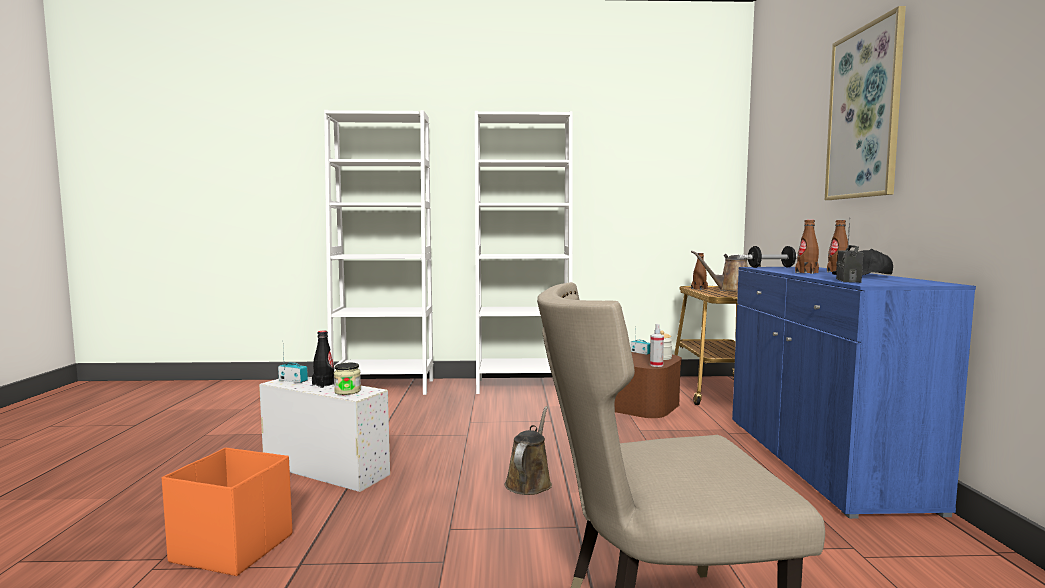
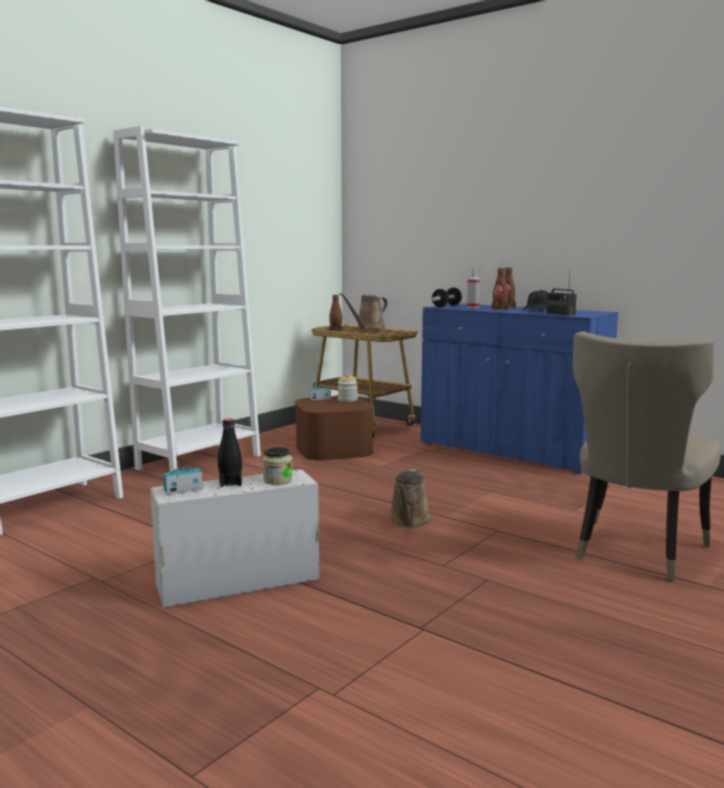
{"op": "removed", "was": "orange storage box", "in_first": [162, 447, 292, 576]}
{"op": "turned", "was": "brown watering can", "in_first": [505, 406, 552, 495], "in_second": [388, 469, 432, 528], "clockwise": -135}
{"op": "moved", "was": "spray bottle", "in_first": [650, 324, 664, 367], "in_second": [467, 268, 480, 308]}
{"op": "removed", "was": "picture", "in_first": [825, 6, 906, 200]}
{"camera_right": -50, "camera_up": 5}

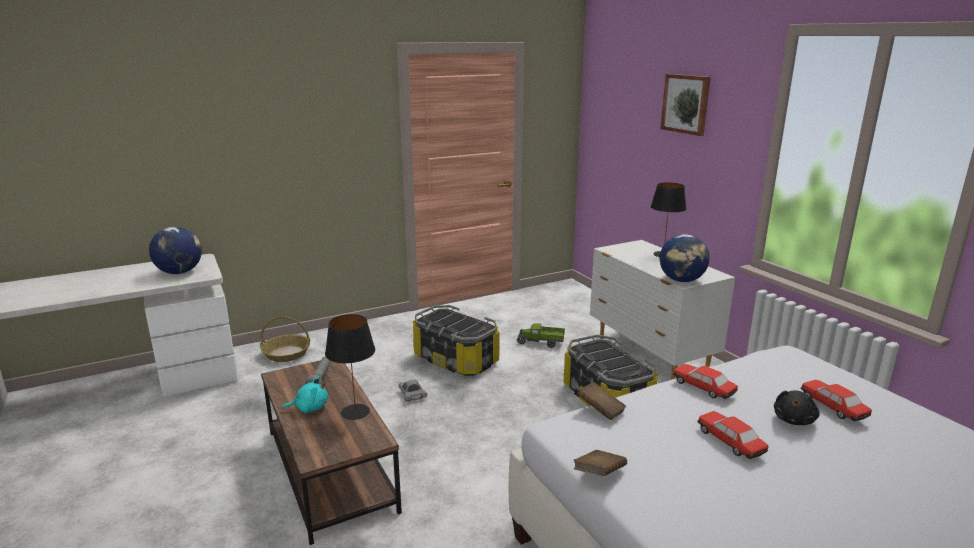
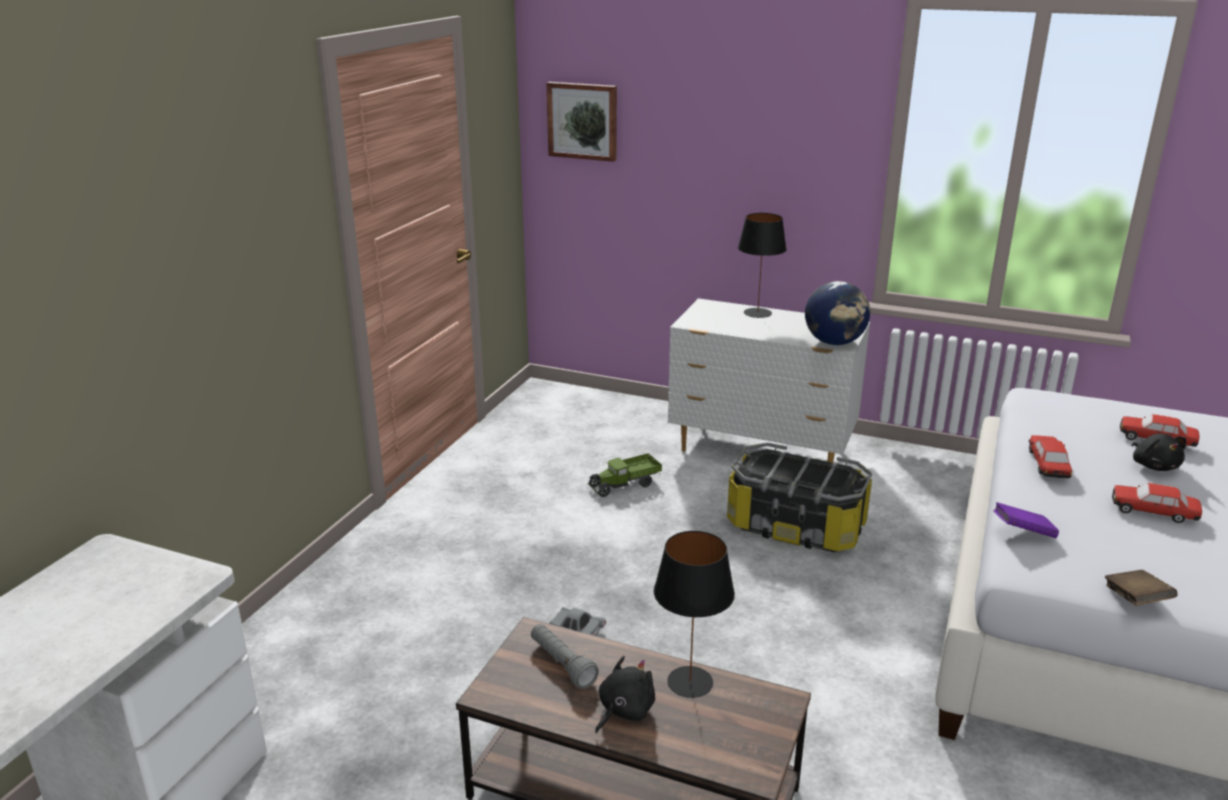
{"op": "removed", "was": "globe", "in_first": [149, 227, 202, 274]}
{"op": "removed", "was": "basket", "in_first": [260, 316, 310, 362]}
{"op": "recoloured", "was": "turquoise plush toy", "now": "black plush toy", "in_first": [282, 377, 328, 413], "in_second": [595, 656, 655, 733]}
{"op": "removed", "was": "storage box", "in_first": [413, 305, 500, 376]}
{"op": "recoloured", "was": "brown book", "now": "purple book", "in_first": [577, 382, 627, 420], "in_second": [993, 502, 1059, 538]}
{"op": "moved", "was": "picture", "in_first": [661, 74, 711, 136], "in_second": [546, 82, 617, 162]}
{"op": "turned", "was": "toy car", "in_first": [673, 364, 738, 399], "in_second": [1029, 435, 1072, 478], "clockwise": 90}
{"camera_right": -40, "camera_up": 5}

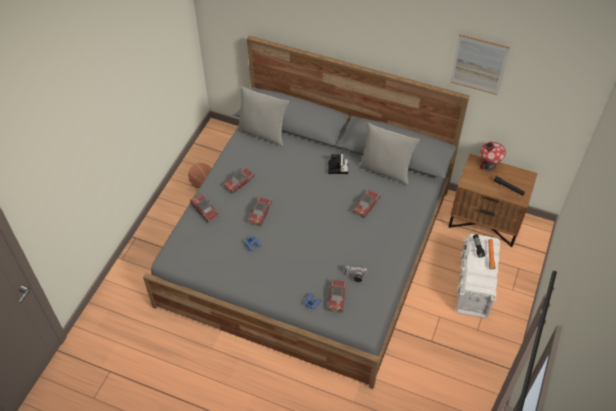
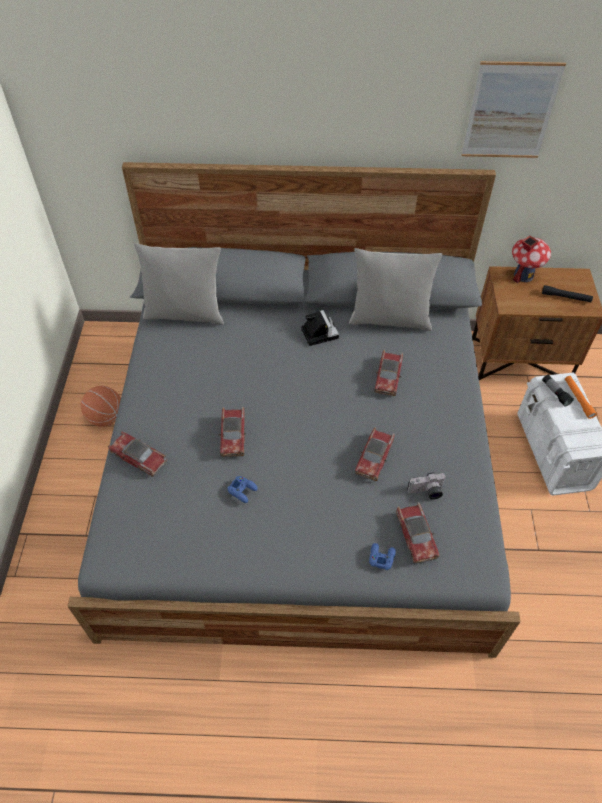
{"op": "moved", "was": "toy car", "in_first": [223, 167, 255, 194], "in_second": [355, 427, 395, 481]}
{"camera_right": -20, "camera_up": 0}

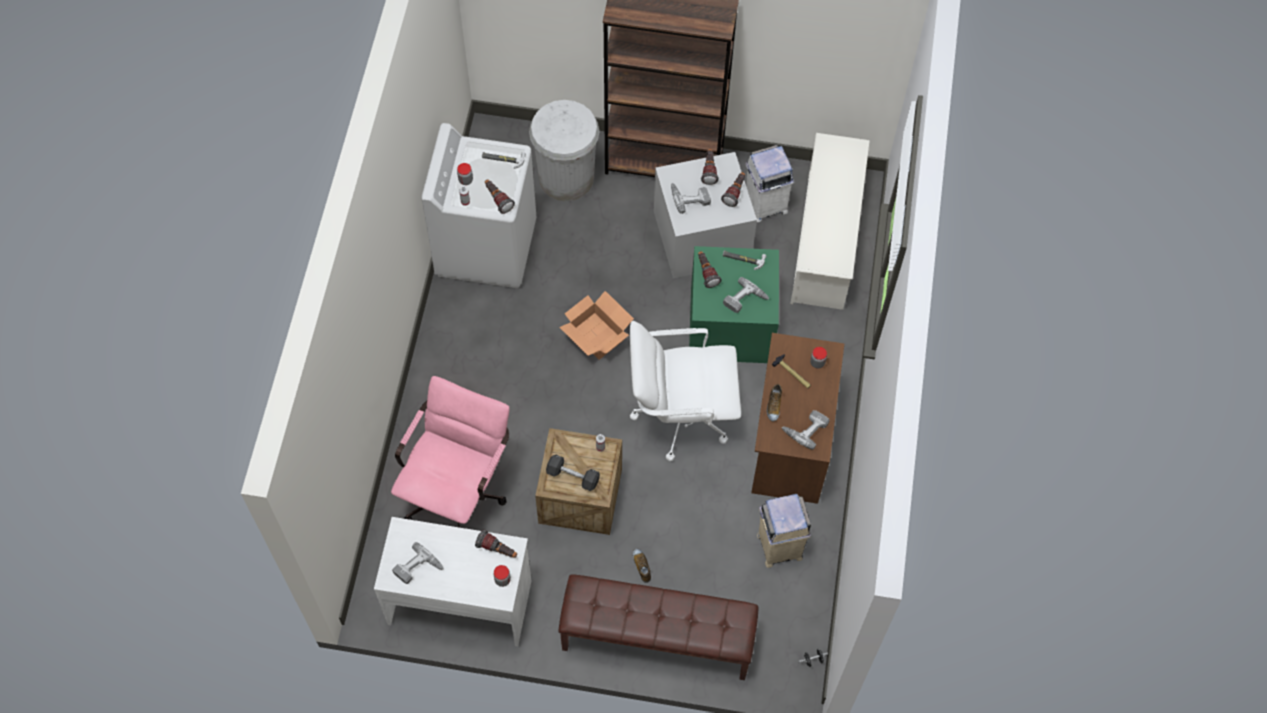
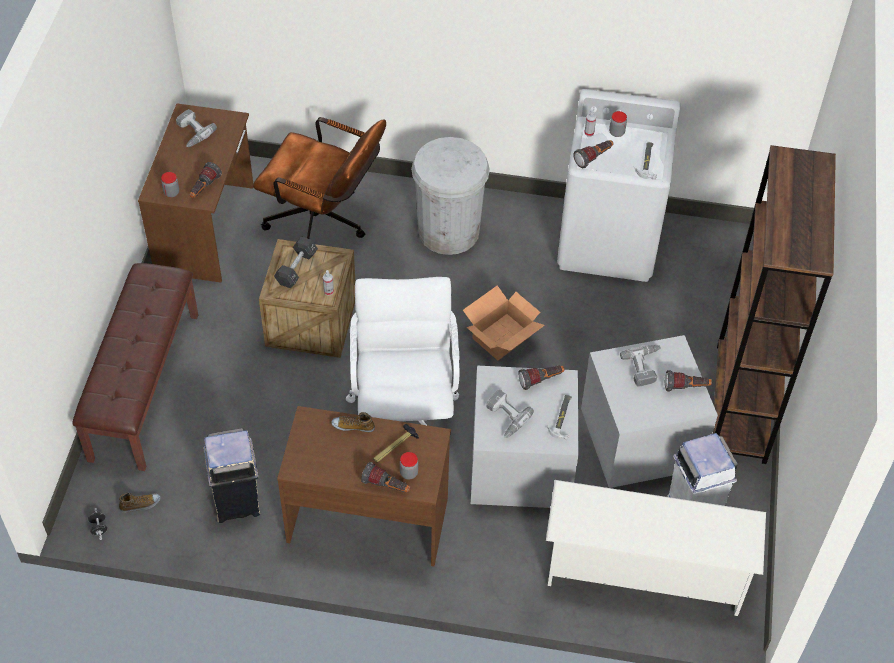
{"op": "recoloured", "was": "white desk", "now": "brown desk", "in_first": [374, 517, 531, 646], "in_second": [138, 104, 253, 283]}
{"op": "recoloured", "was": "pink office chair", "now": "brown office chair", "in_first": [391, 376, 510, 528], "in_second": [253, 117, 386, 239]}
{"op": "moved", "was": "white trash can", "in_first": [529, 100, 600, 201], "in_second": [411, 137, 490, 255]}
{"op": "moved", "was": "shoe", "in_first": [633, 549, 651, 583], "in_second": [119, 493, 161, 513]}
{"op": "recoloured", "was": "green storage box", "now": "grey storage box", "in_first": [689, 246, 779, 363], "in_second": [471, 366, 578, 508]}
{"op": "moved", "was": "flashlight", "in_first": [721, 172, 745, 207], "in_second": [361, 462, 410, 492]}
{"op": "removed", "was": "power drill", "in_first": [782, 410, 830, 450]}
{"camera_right": 90, "camera_up": -10}

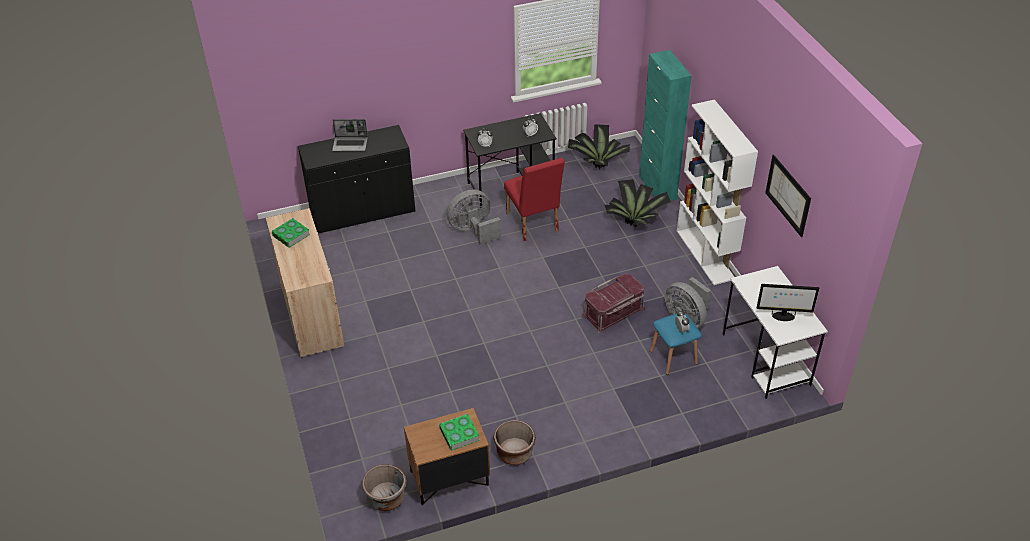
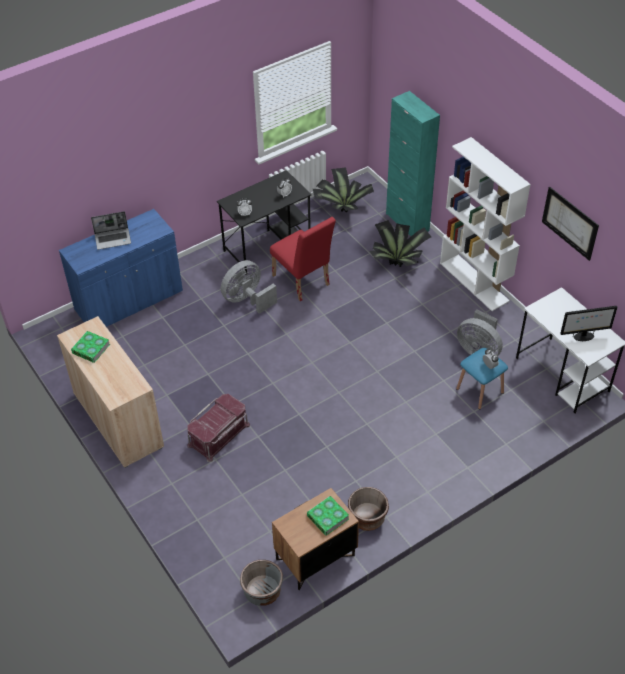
{"op": "recoloured", "was": "black cabinet", "now": "blue cabinet", "in_first": [298, 125, 415, 234], "in_second": [59, 209, 183, 327]}
{"op": "moved", "was": "red storage box", "in_first": [582, 274, 645, 334], "in_second": [187, 394, 250, 462]}
{"camera_right": -15, "camera_up": 5}

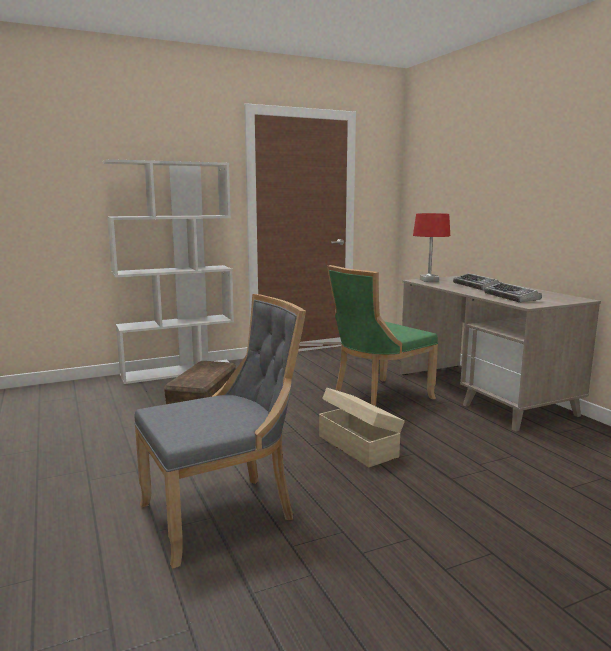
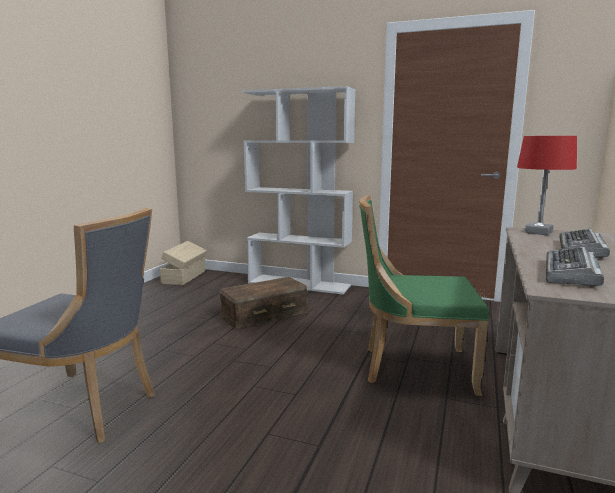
{"op": "moved", "was": "beige storage box", "in_first": [319, 388, 405, 467], "in_second": [160, 241, 207, 285]}
{"camera_right": 45, "camera_up": 0}

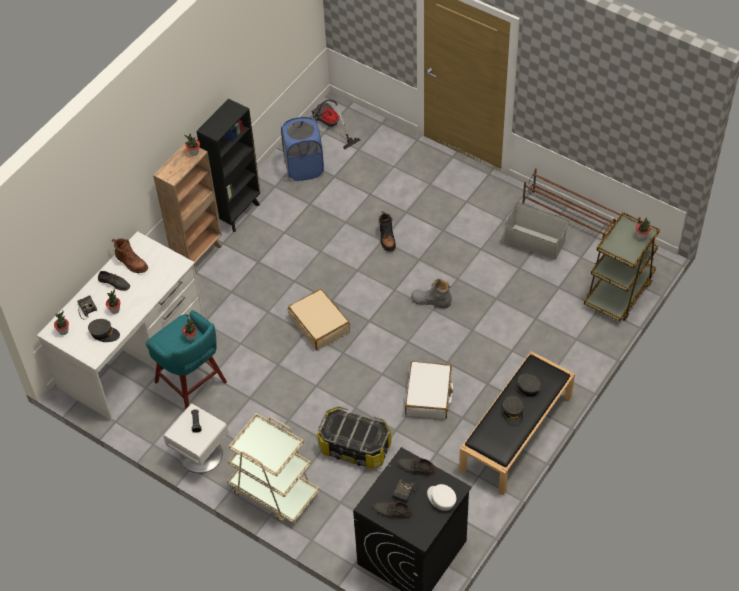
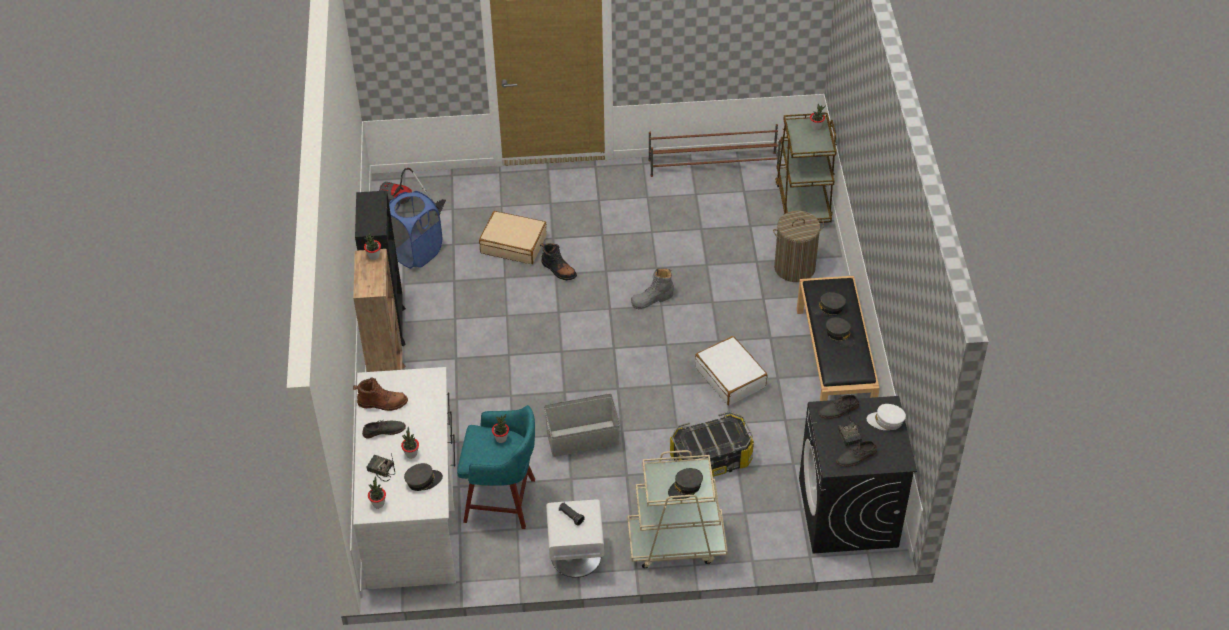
{"op": "moved", "was": "beige suitcase", "in_first": [288, 289, 350, 350], "in_second": [479, 211, 547, 264]}
{"op": "moved", "was": "grey storage box", "in_first": [504, 202, 569, 260], "in_second": [544, 393, 620, 457]}
{"op": "added", "now": "grey cap", "in_second": [668, 468, 703, 499]}
{"op": "added", "now": "laundry basket", "in_second": [773, 211, 824, 282]}
{"camera_right": -40, "camera_up": -5}

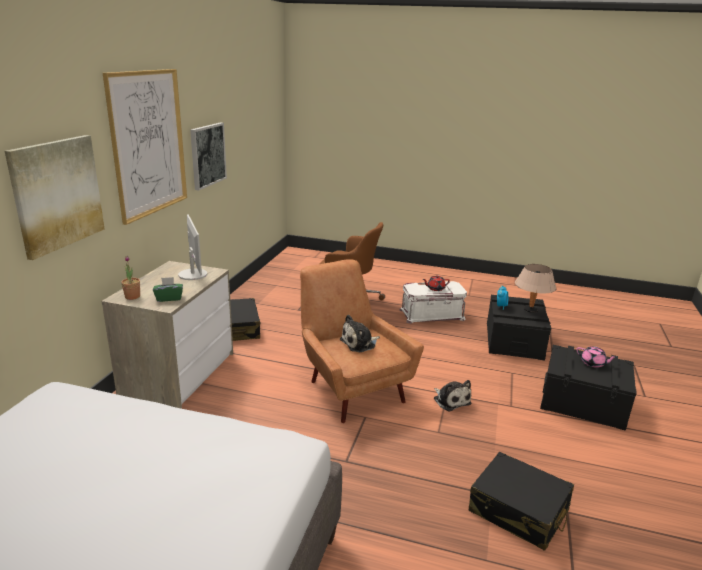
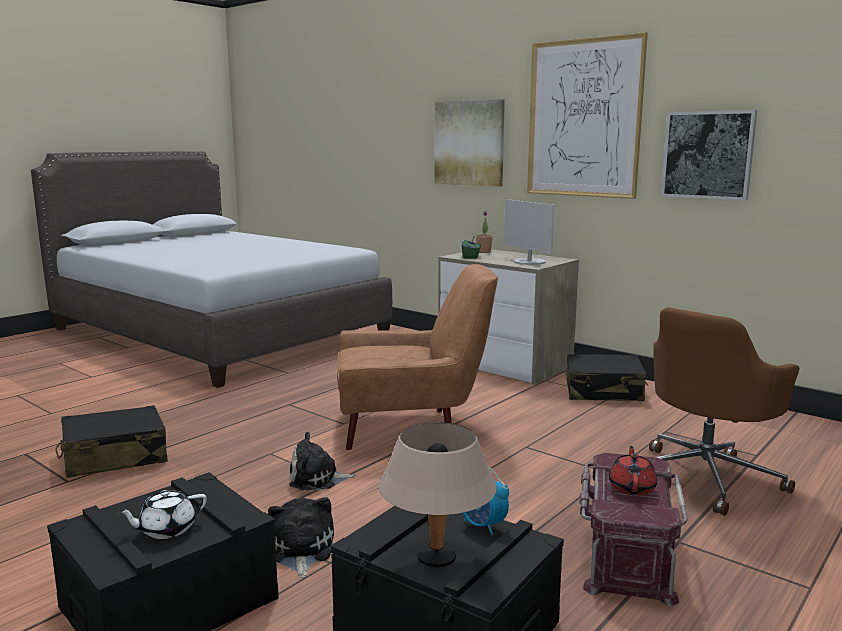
{"op": "turned", "was": "monitor", "in_first": [178, 214, 207, 280], "in_second": [504, 199, 554, 265], "clockwise": 60}
{"op": "moved", "was": "plush toy", "in_first": [339, 315, 380, 352], "in_second": [268, 497, 334, 578]}
{"op": "recoloured", "was": "white storage box", "now": "red storage box", "in_first": [400, 281, 467, 324], "in_second": [579, 453, 687, 606]}
{"op": "recoloured", "was": "pink teapot", "now": "white teapot", "in_first": [576, 347, 617, 368], "in_second": [117, 490, 207, 539]}
{"camera_right": 115, "camera_up": -10}

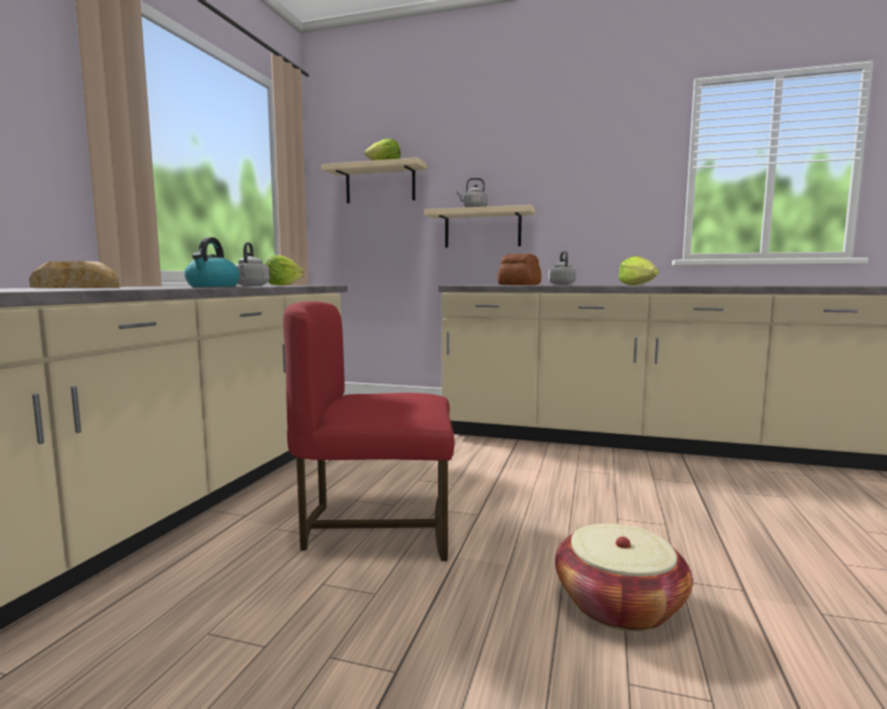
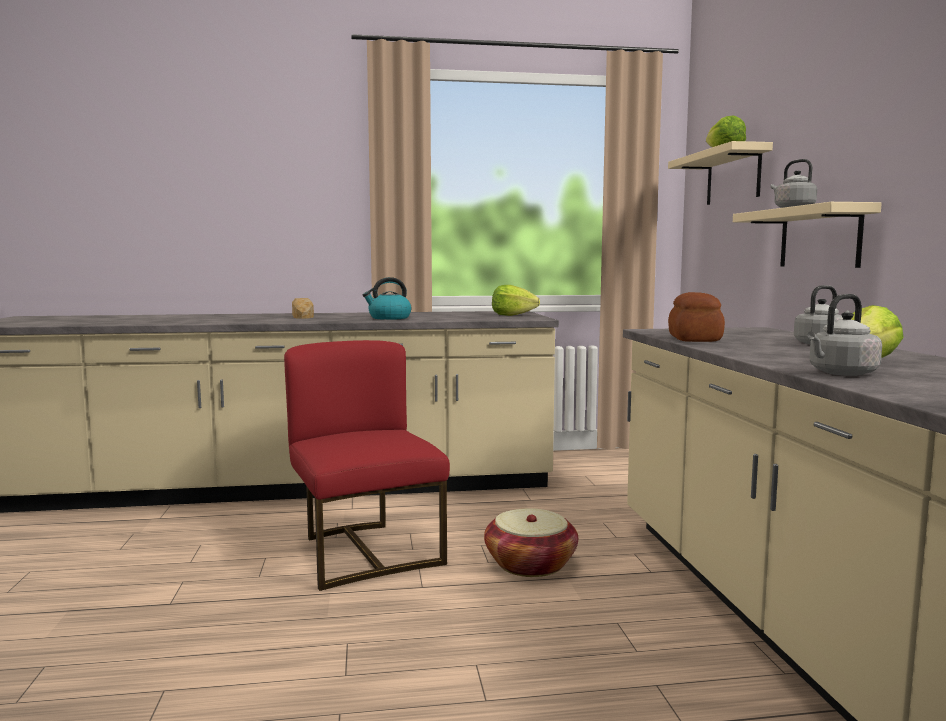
{"op": "moved", "was": "grey kettle", "in_first": [235, 242, 270, 286], "in_second": [808, 294, 882, 376]}
{"op": "moved", "was": "basket", "in_first": [555, 524, 693, 631], "in_second": [484, 508, 578, 577]}
{"camera_right": 65, "camera_up": 0}

